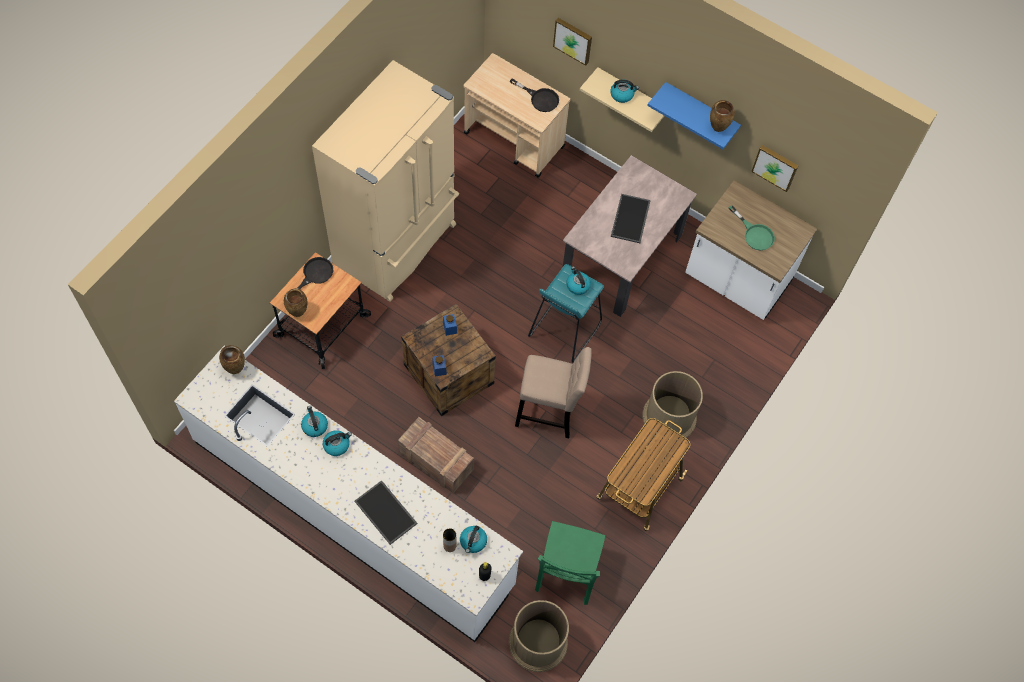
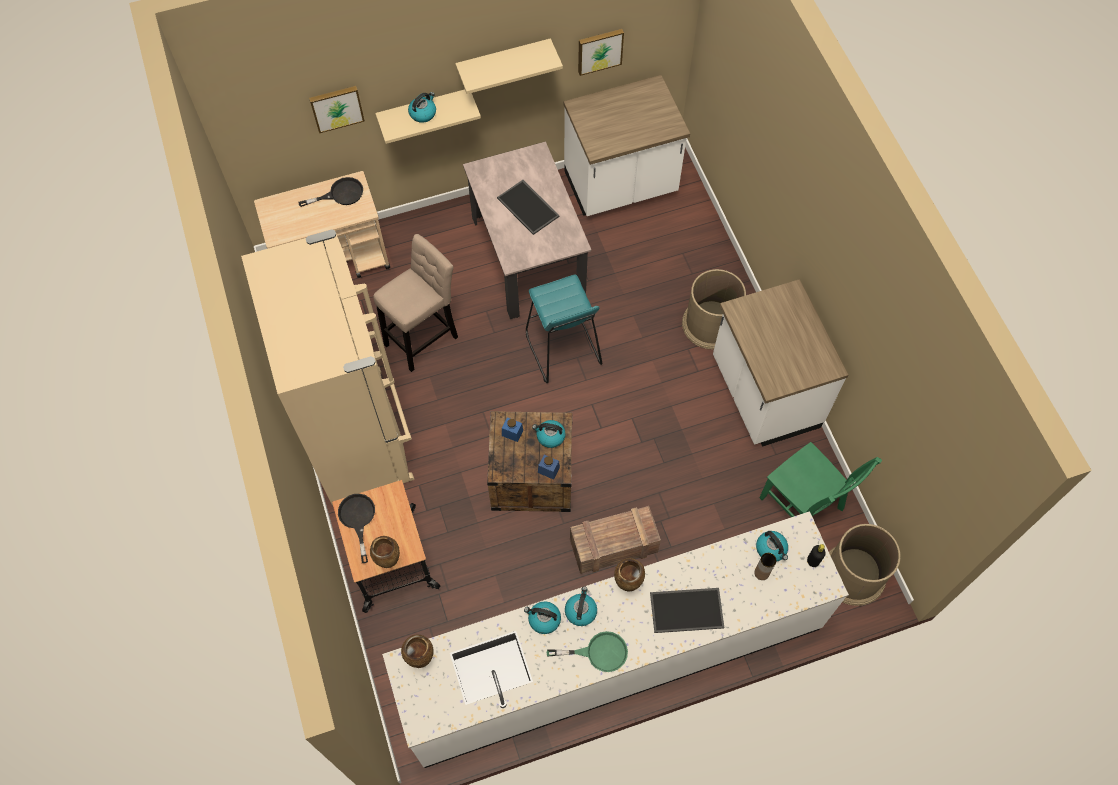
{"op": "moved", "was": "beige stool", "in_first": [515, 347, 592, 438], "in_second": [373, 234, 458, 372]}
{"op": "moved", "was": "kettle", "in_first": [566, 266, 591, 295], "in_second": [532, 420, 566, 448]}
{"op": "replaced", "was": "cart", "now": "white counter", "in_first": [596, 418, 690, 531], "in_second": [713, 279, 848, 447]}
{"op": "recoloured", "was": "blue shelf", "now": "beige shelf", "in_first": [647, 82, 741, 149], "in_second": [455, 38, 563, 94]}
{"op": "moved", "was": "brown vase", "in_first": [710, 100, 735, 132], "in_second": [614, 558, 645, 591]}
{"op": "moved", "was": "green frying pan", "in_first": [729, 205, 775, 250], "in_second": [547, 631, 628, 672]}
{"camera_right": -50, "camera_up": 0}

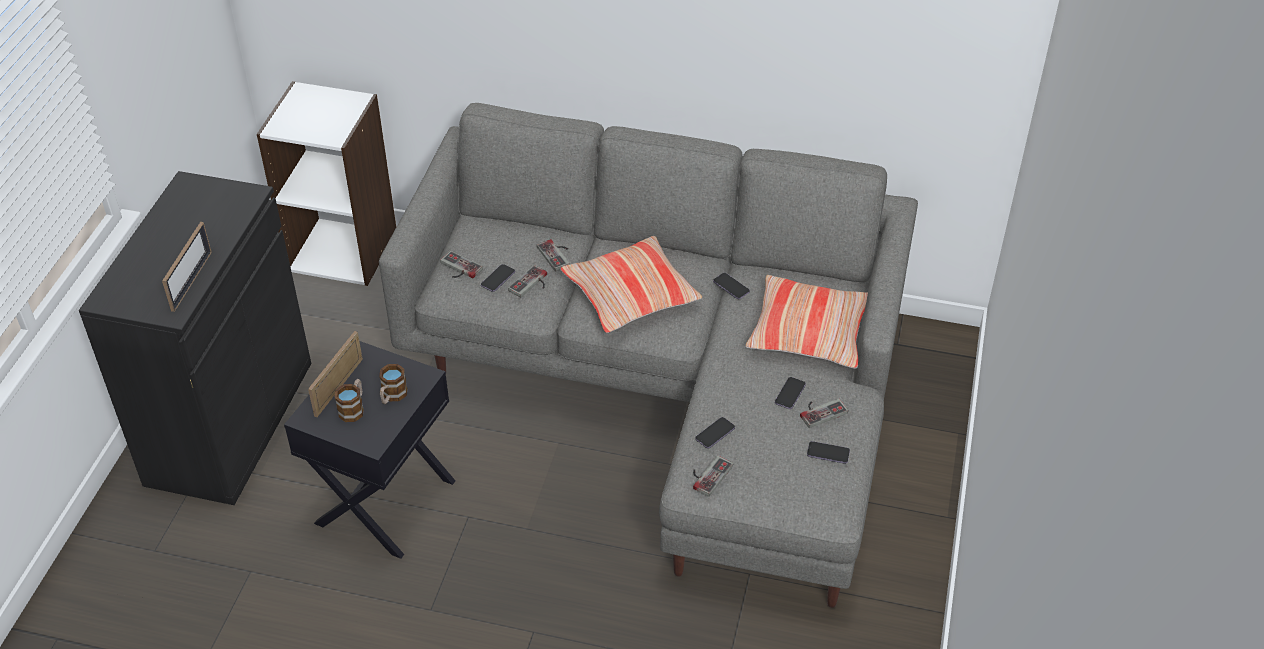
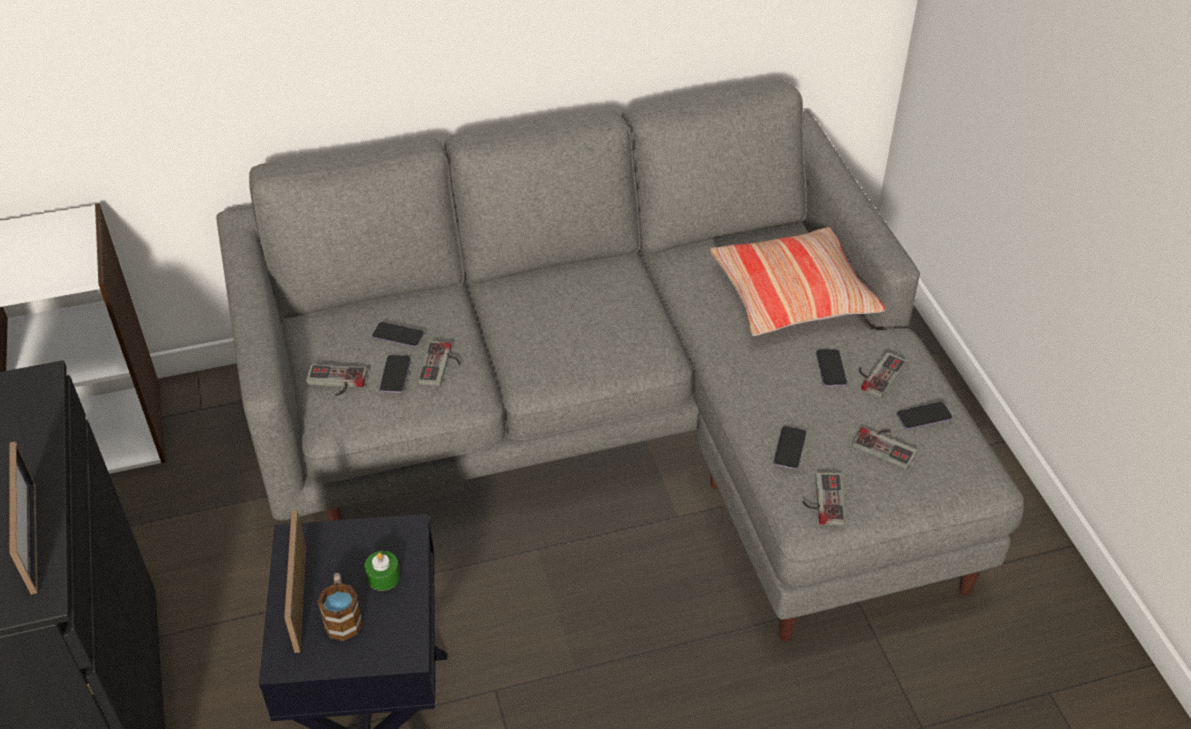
{"op": "replaced", "was": "mug", "now": "green candle", "in_first": [379, 364, 408, 404], "in_second": [364, 551, 400, 591]}
{"op": "moved", "was": "game controller", "in_first": [537, 239, 570, 272], "in_second": [852, 427, 917, 469]}
{"op": "removed", "was": "pillow", "in_first": [560, 236, 702, 333]}
{"op": "moved", "was": "phone", "in_first": [713, 273, 750, 299], "in_second": [372, 322, 424, 348]}
{"camera_right": -30, "camera_up": 0}

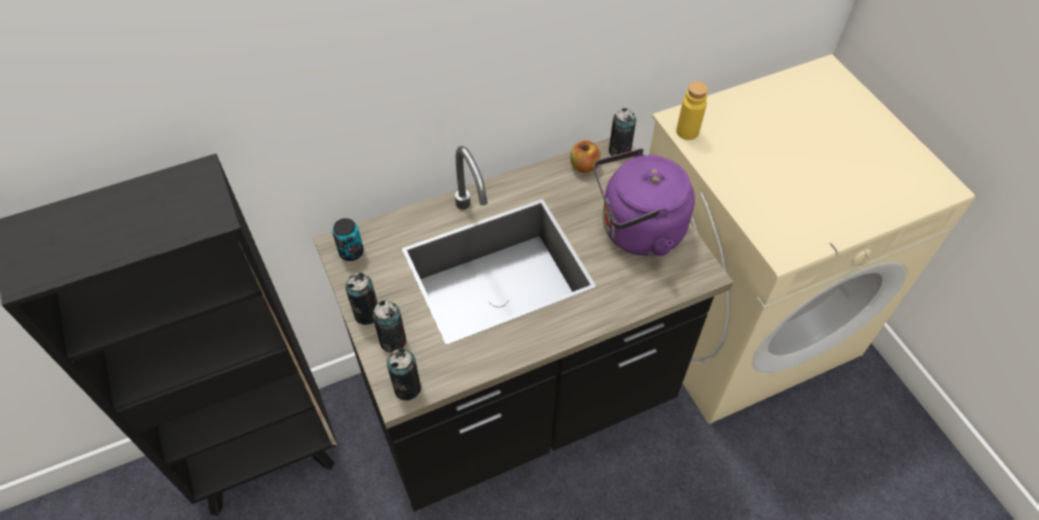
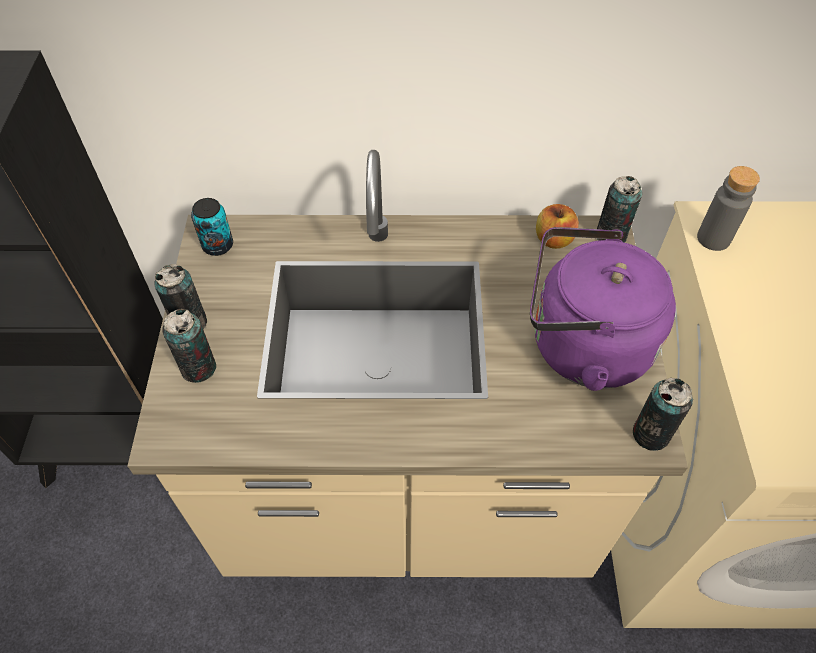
{"op": "recoloured", "was": "black counter", "now": "beige counter", "in_first": [313, 138, 733, 512], "in_second": [128, 150, 688, 578]}
{"op": "moved", "was": "can", "in_first": [387, 348, 421, 401], "in_second": [633, 378, 693, 451]}
{"op": "recoloured", "was": "yellow bottle", "now": "grey bottle", "in_first": [676, 81, 708, 140], "in_second": [697, 166, 760, 251]}
{"camera_right": 25, "camera_up": 0}

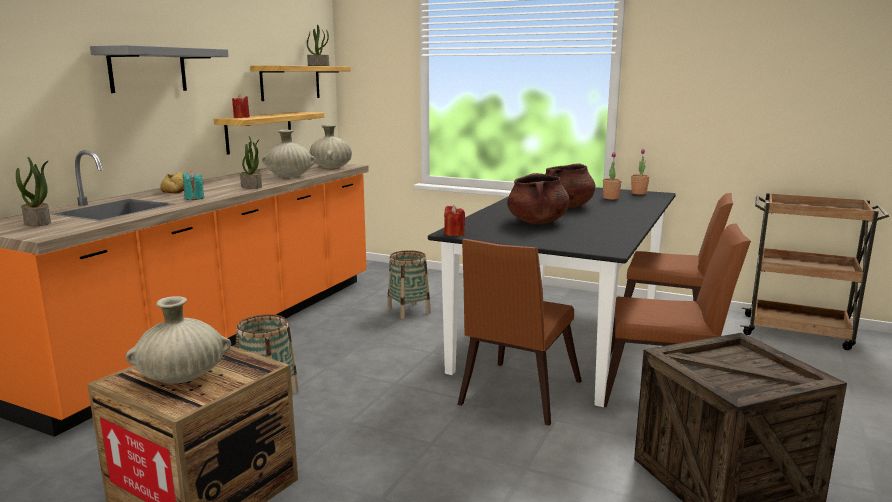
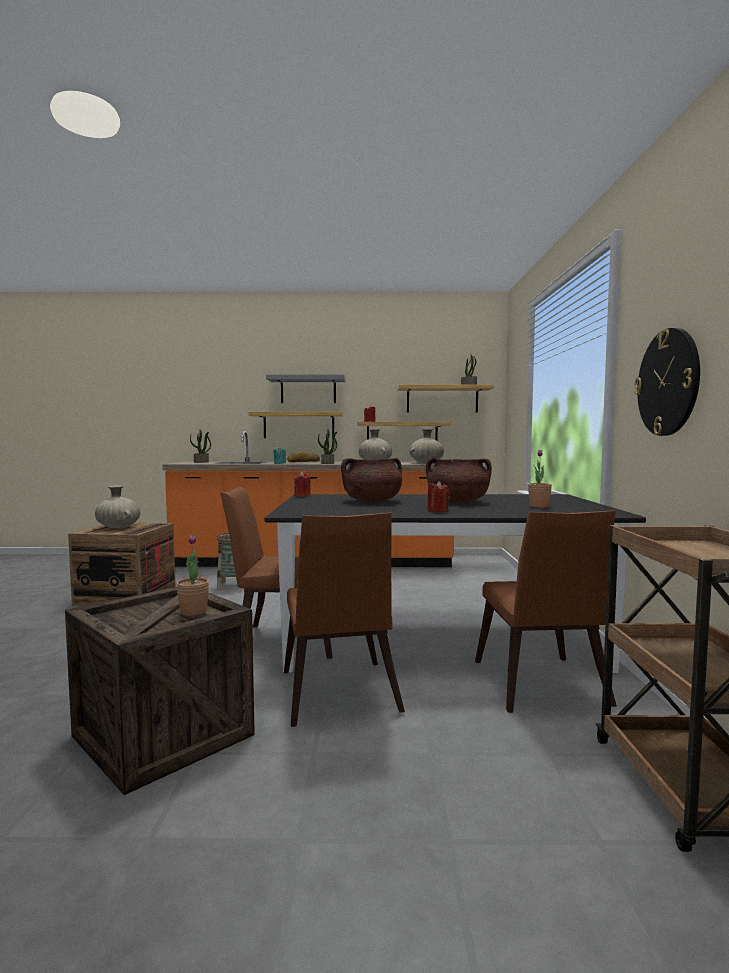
{"op": "removed", "was": "basket", "in_first": [387, 250, 431, 319]}
{"op": "moved", "was": "potted plant", "in_first": [631, 149, 650, 195], "in_second": [176, 534, 209, 616]}
{"op": "added", "now": "shelf", "in_second": [248, 412, 344, 438]}
{"op": "added", "now": "red candle", "in_second": [427, 481, 450, 512]}
{"op": "added", "now": "wall clock", "in_second": [634, 328, 700, 436]}
{"camera_right": 65, "camera_up": -10}

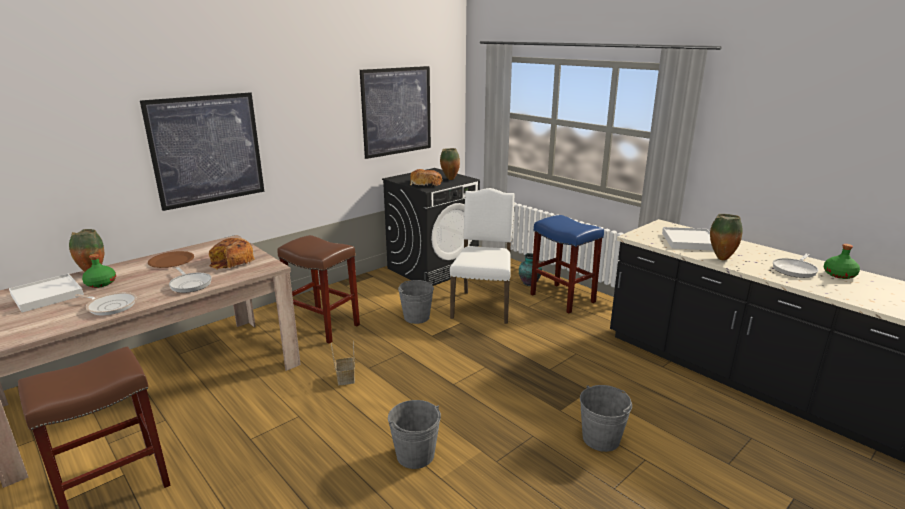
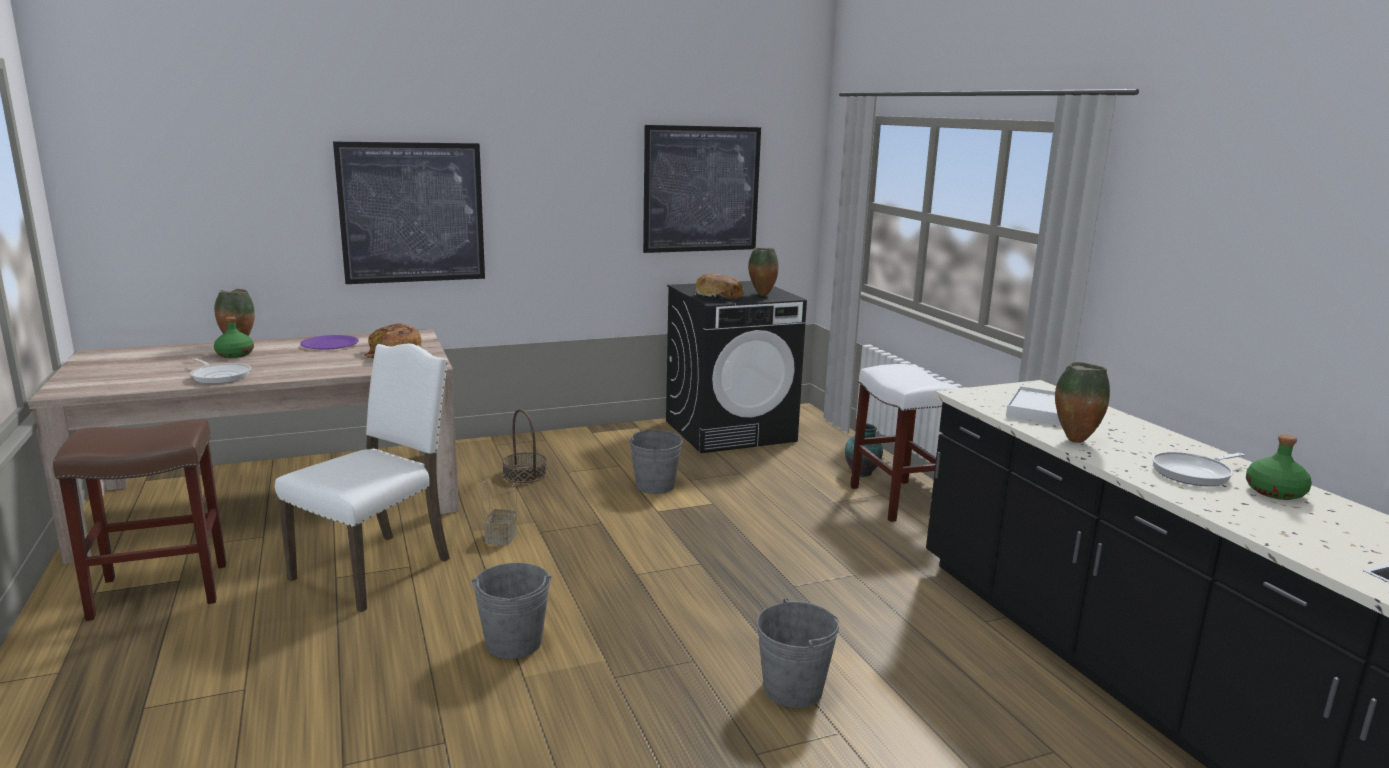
{"op": "removed", "was": "white tray", "in_first": [9, 274, 84, 312]}
{"op": "recoloured", "was": "brown plate", "now": "purple plate", "in_first": [148, 251, 194, 268], "in_second": [300, 335, 359, 350]}
{"op": "removed", "was": "frying pan", "in_first": [169, 267, 211, 293]}
{"op": "replaced", "was": "brown stool", "now": "basket", "in_first": [277, 235, 360, 344], "in_second": [502, 409, 547, 483]}
{"op": "moved", "was": "white chair", "in_first": [450, 188, 515, 324], "in_second": [275, 344, 450, 612]}
{"op": "recoloured", "was": "blue stool", "now": "white stool", "in_first": [530, 215, 604, 313], "in_second": [850, 364, 959, 522]}
{"camera_right": 20, "camera_up": -5}

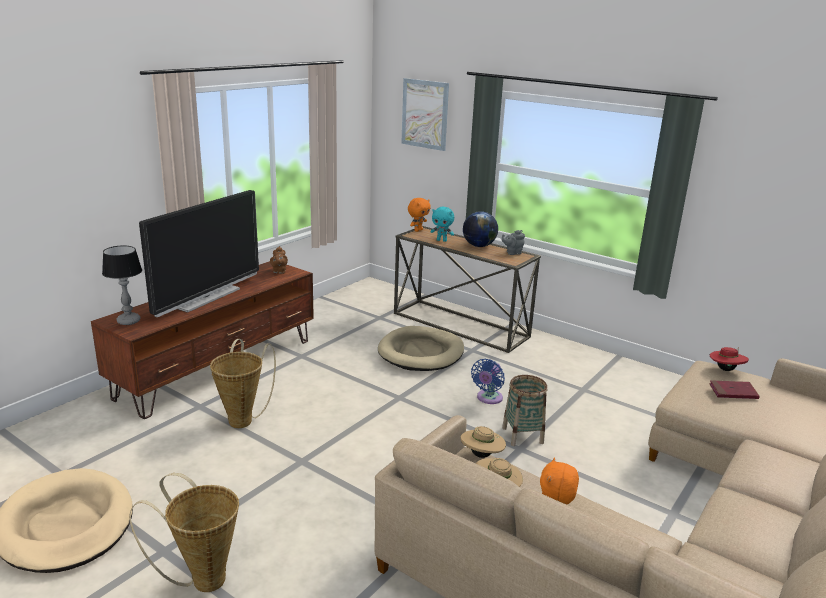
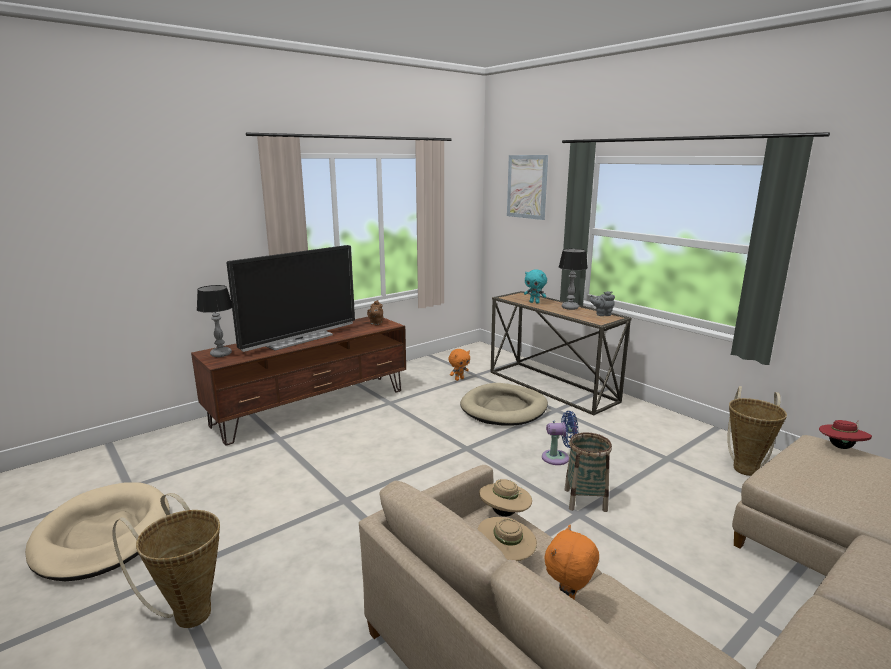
{"op": "moved", "was": "basket", "in_first": [210, 339, 276, 428], "in_second": [727, 386, 787, 476]}
{"op": "moved", "was": "orange plush toy", "in_first": [408, 198, 431, 232], "in_second": [448, 349, 470, 381]}
{"op": "replaced", "was": "globe", "now": "table lamp", "in_first": [463, 211, 498, 247], "in_second": [559, 249, 588, 310]}
{"op": "turned", "was": "blue fan", "in_first": [471, 359, 505, 404], "in_second": [542, 411, 579, 465], "clockwise": -135}
{"op": "removed", "was": "red book", "in_first": [709, 380, 760, 399]}
{"camera_right": 15, "camera_up": -5}

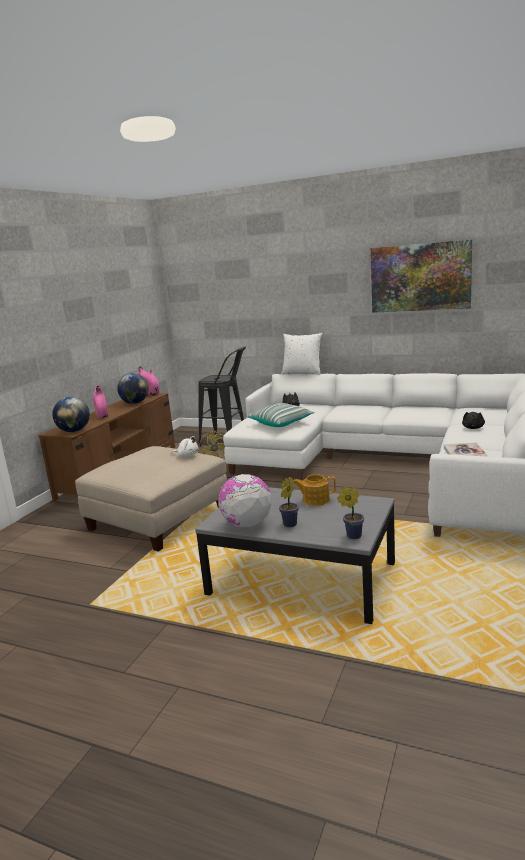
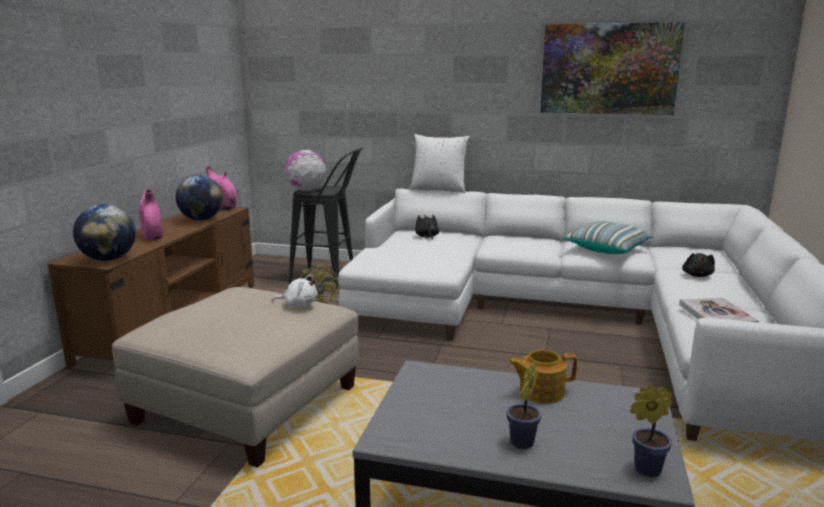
{"op": "moved", "was": "globe", "in_first": [218, 474, 272, 528], "in_second": [285, 150, 326, 191]}
{"op": "moved", "was": "pillow", "in_first": [248, 403, 314, 427], "in_second": [563, 221, 654, 254]}
{"camera_right": -10, "camera_up": 0}

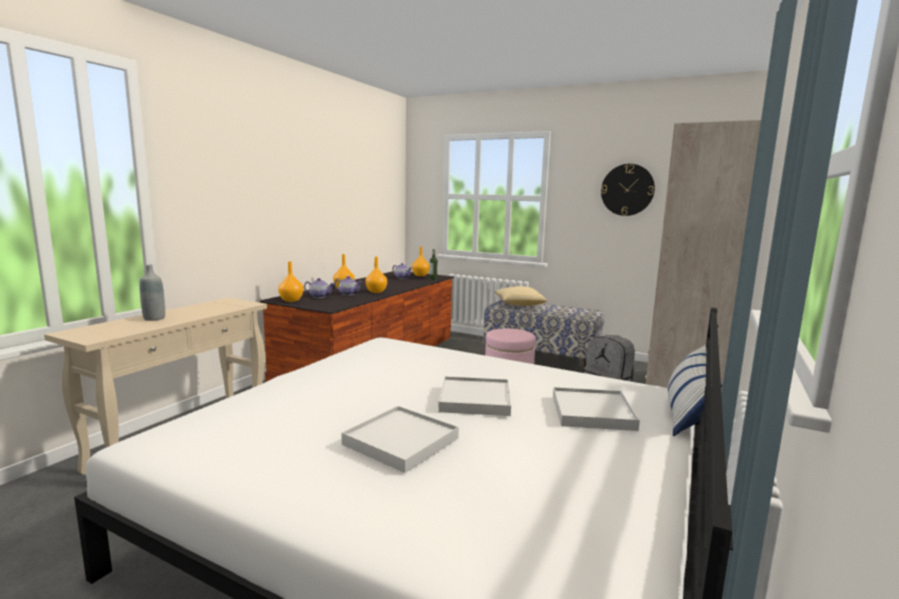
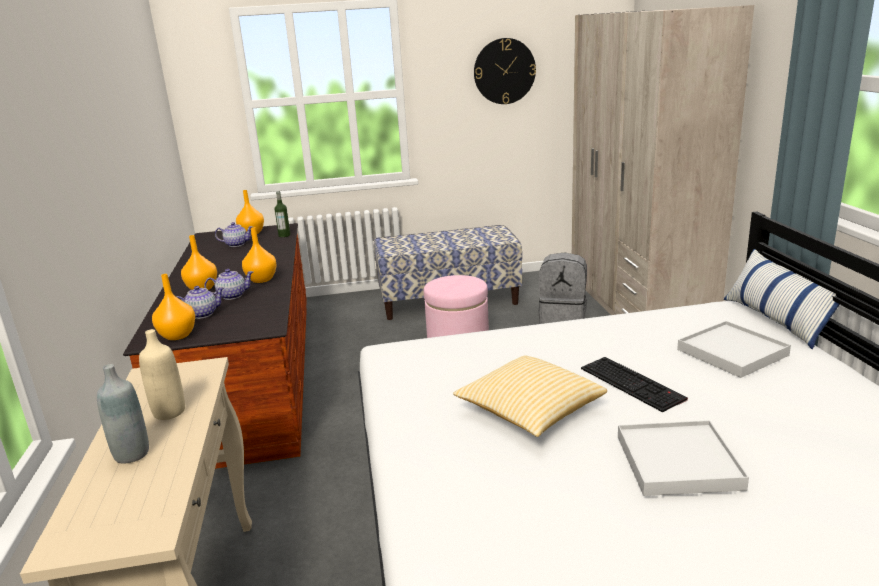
{"op": "replaced", "was": "white tray", "now": "keyboard", "in_first": [438, 376, 511, 416], "in_second": [581, 357, 688, 412]}
{"op": "moved", "was": "pillow", "in_first": [495, 286, 547, 306], "in_second": [453, 355, 607, 437]}
{"op": "added", "now": "beige bottle", "in_second": [139, 329, 185, 420]}
{"camera_right": -35, "camera_up": 10}

